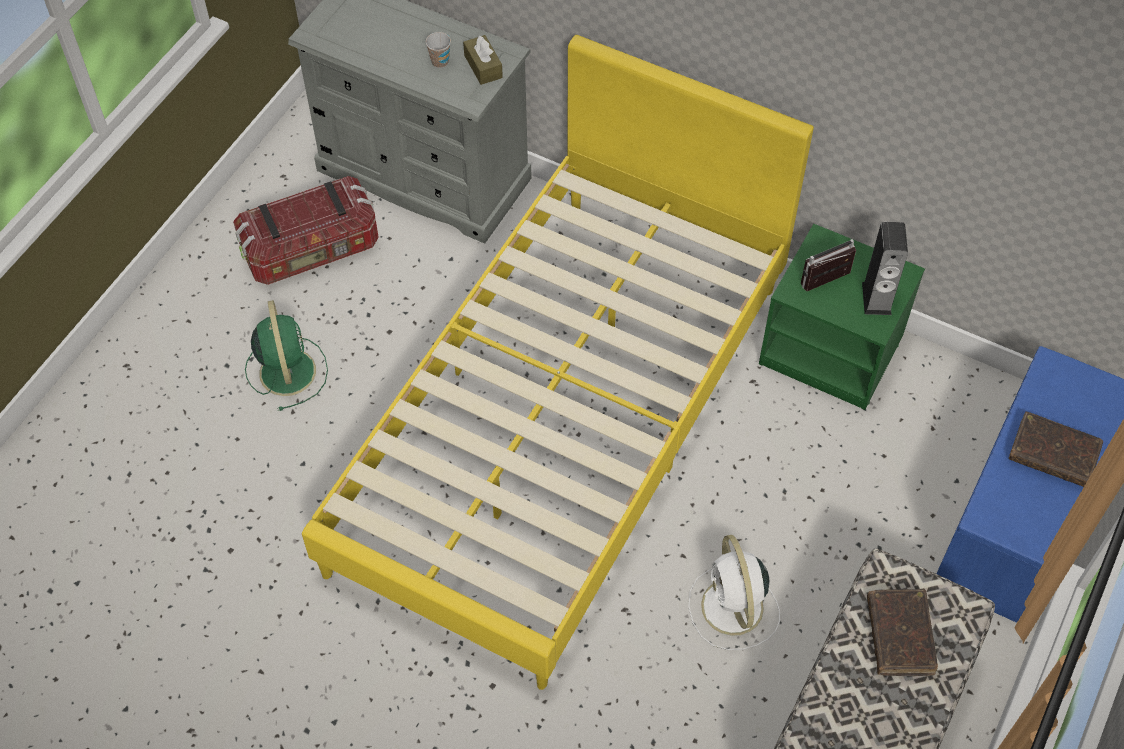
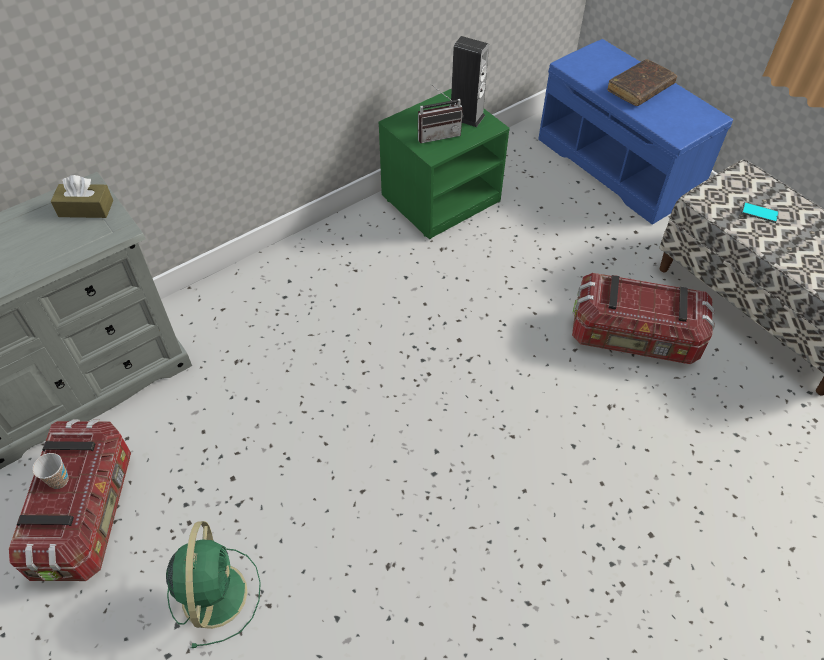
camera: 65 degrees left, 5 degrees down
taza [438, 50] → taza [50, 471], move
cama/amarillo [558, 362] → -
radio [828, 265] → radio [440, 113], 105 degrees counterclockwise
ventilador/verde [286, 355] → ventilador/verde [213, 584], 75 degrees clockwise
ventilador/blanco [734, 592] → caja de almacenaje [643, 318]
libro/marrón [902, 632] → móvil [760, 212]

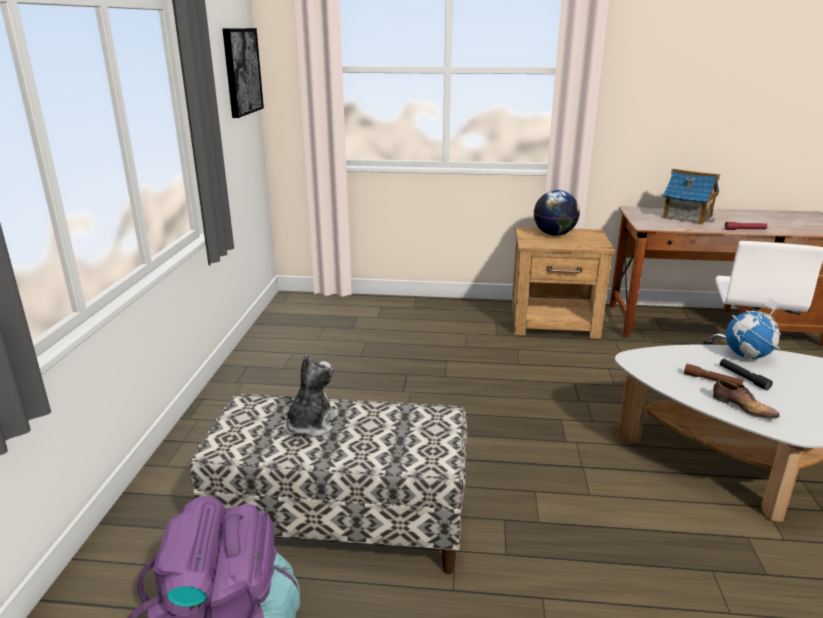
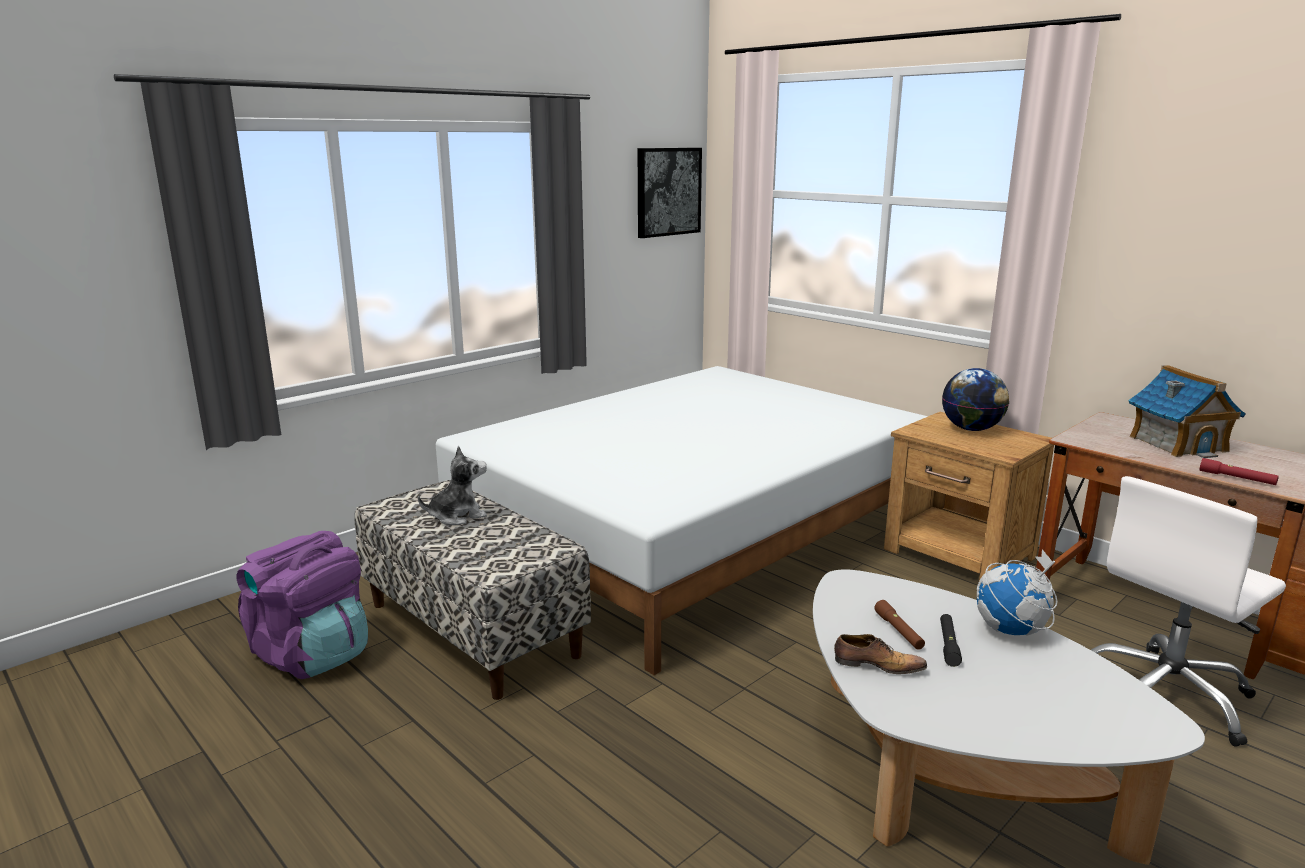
camera: 40 degrees right, 5 degrees down
zapato [746, 399] → zapato [880, 654], 75 degrees counterclockwise
- → cama/blanco [682, 520]

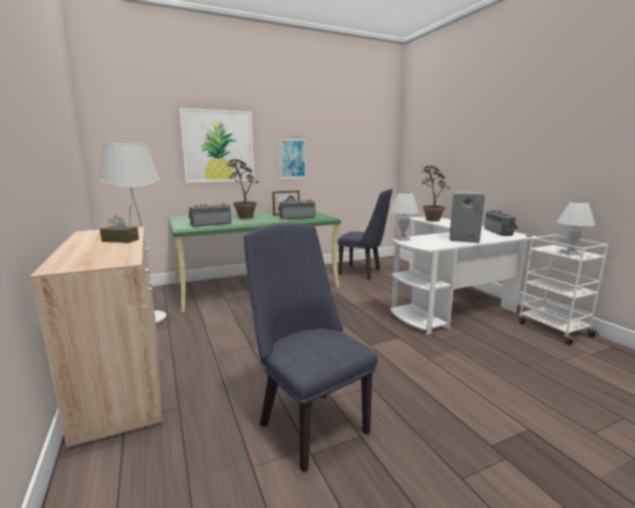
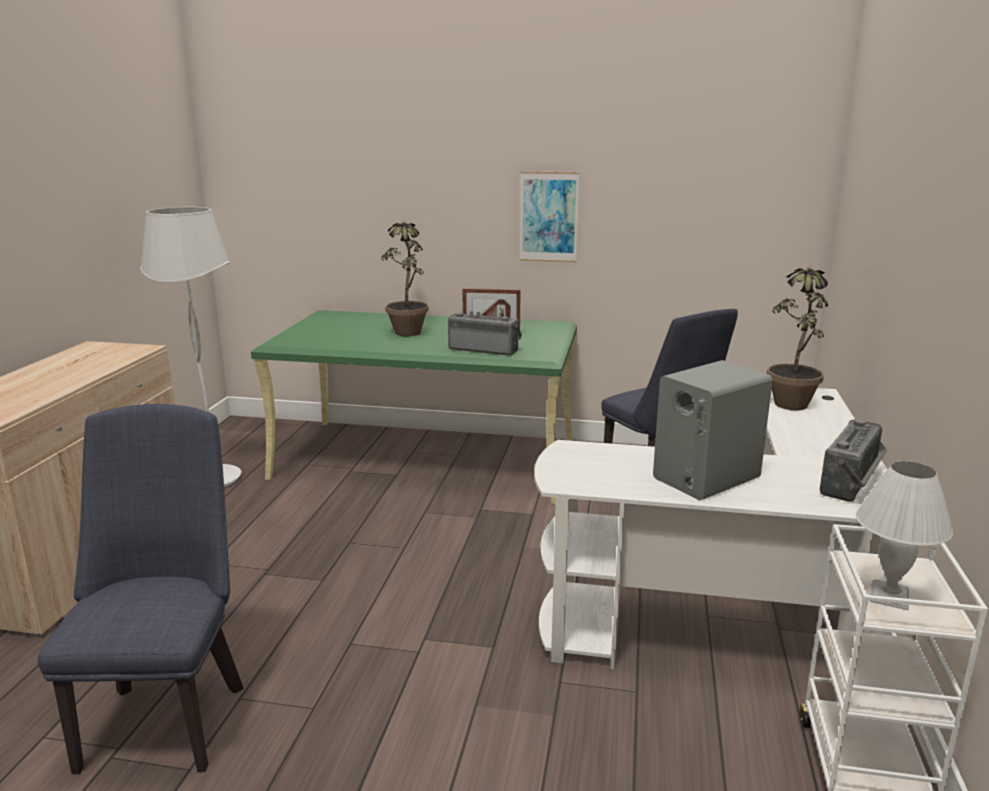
camera: 35 degrees right, 5 degrees up
cuadro [216, 145] → -
lámpara de mesa/blanco [404, 216] → -
radio [210, 215] → -
caja de pañuelos/marrón [119, 229] → -

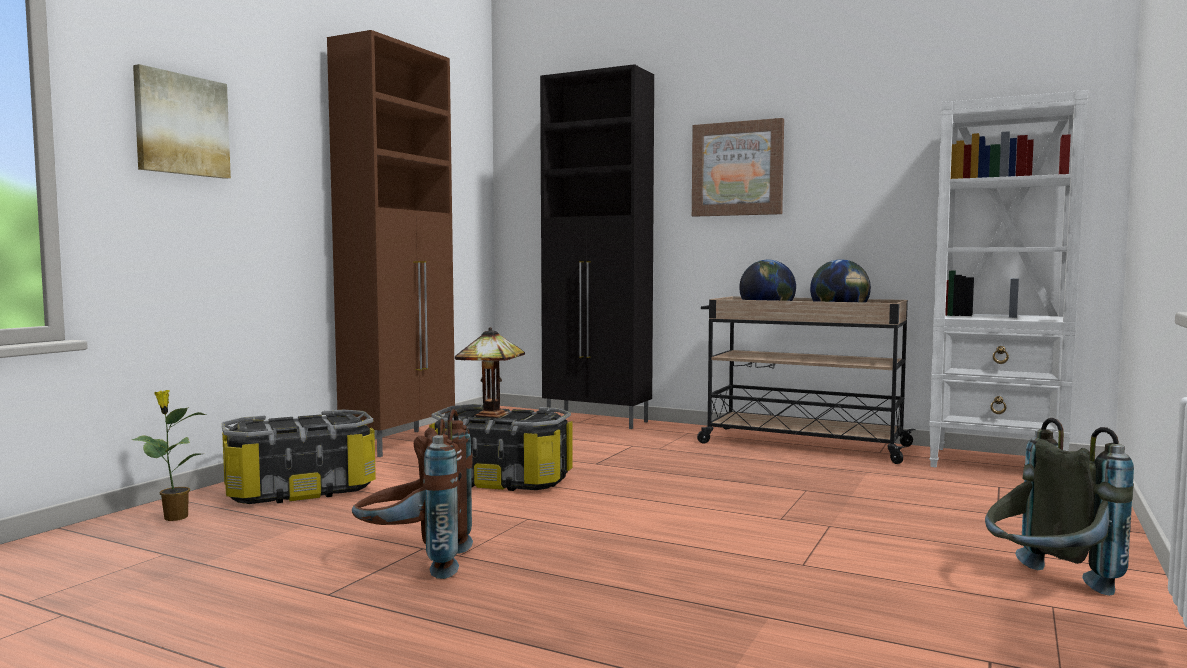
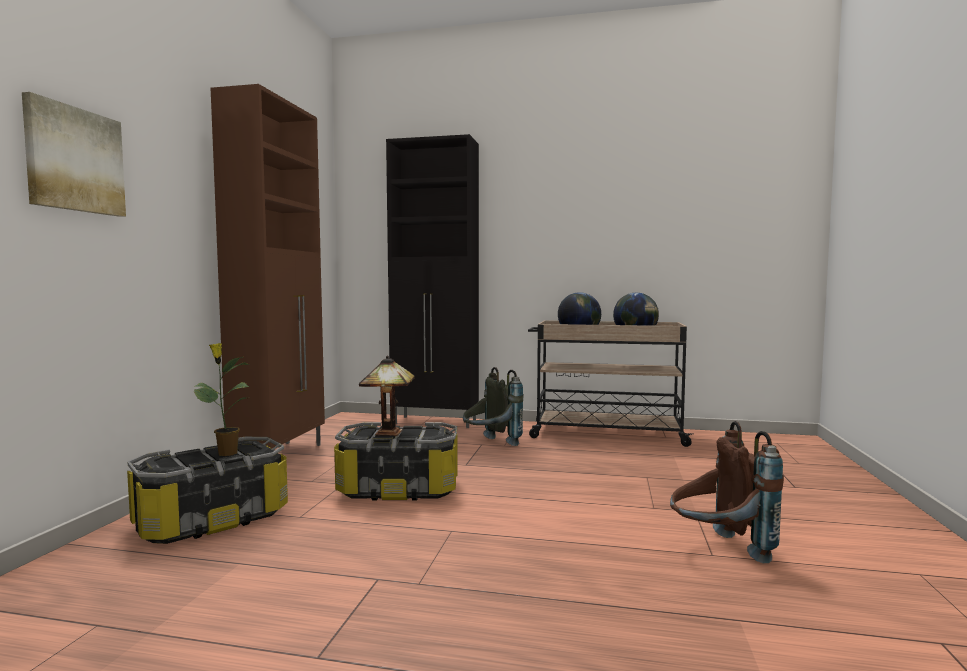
camera: 15 degrees left, 0 degrees up
estantería/blanco [1008, 278] → -
cuadro [738, 167] → -
planta en maceta [169, 455] → planta en maceta [222, 399], move
mochila/marrón [412, 494] → mochila/marrón [727, 492], move
mochila/gris [1059, 507] → mochila/gris [493, 406], move

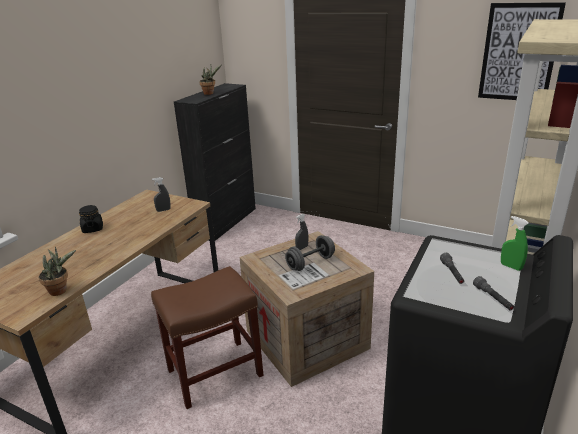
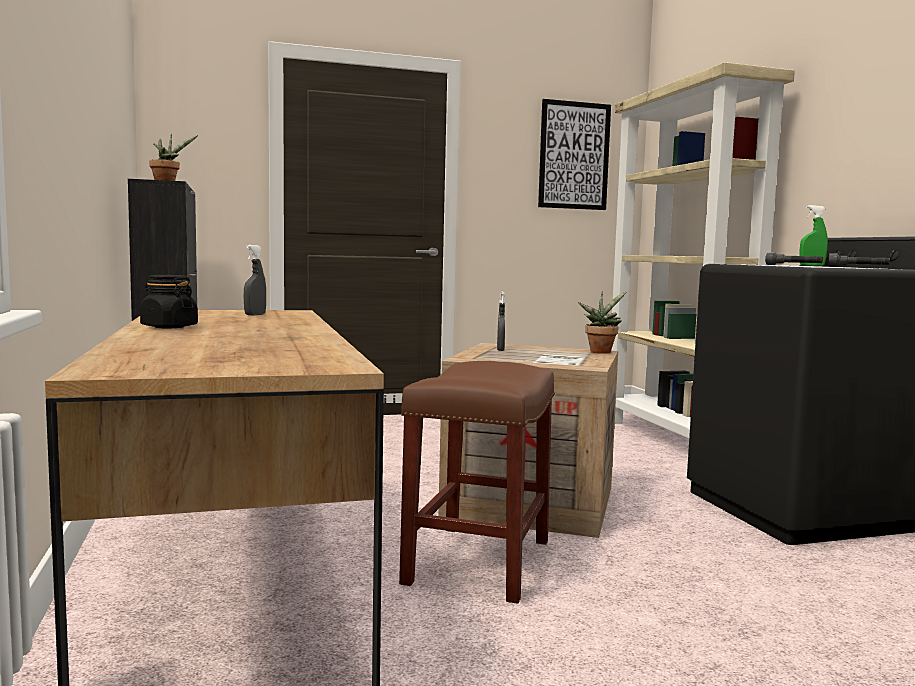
camera: 45 degrees left, 20 degrees down
mancuerna/gris [310, 253] → -
planta en maceta [57, 271] → planta en maceta [602, 323], move

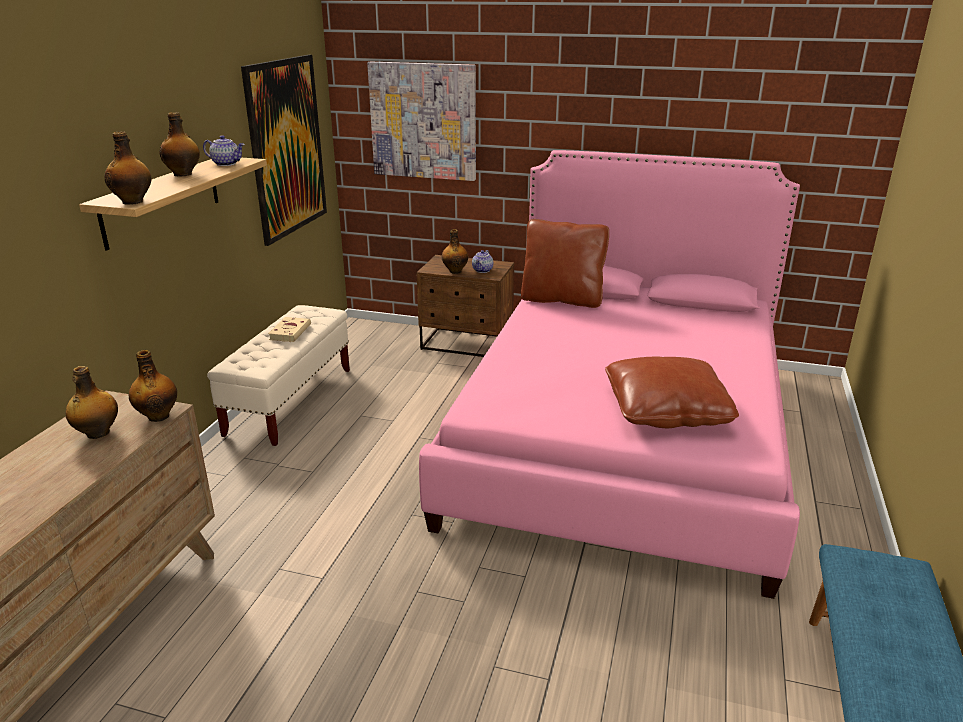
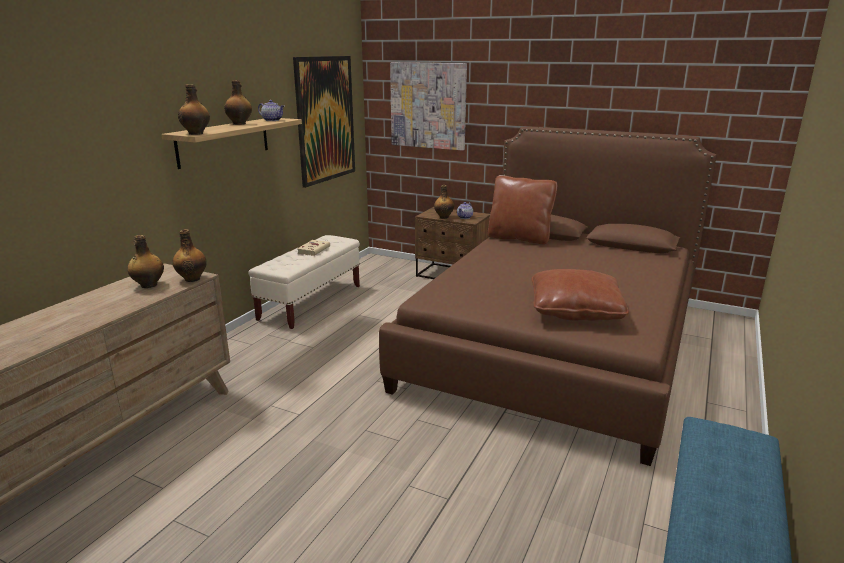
camera: 10 degrees right, 5 degrees down
cama/rosa [609, 374] → cama/marrón [548, 296]

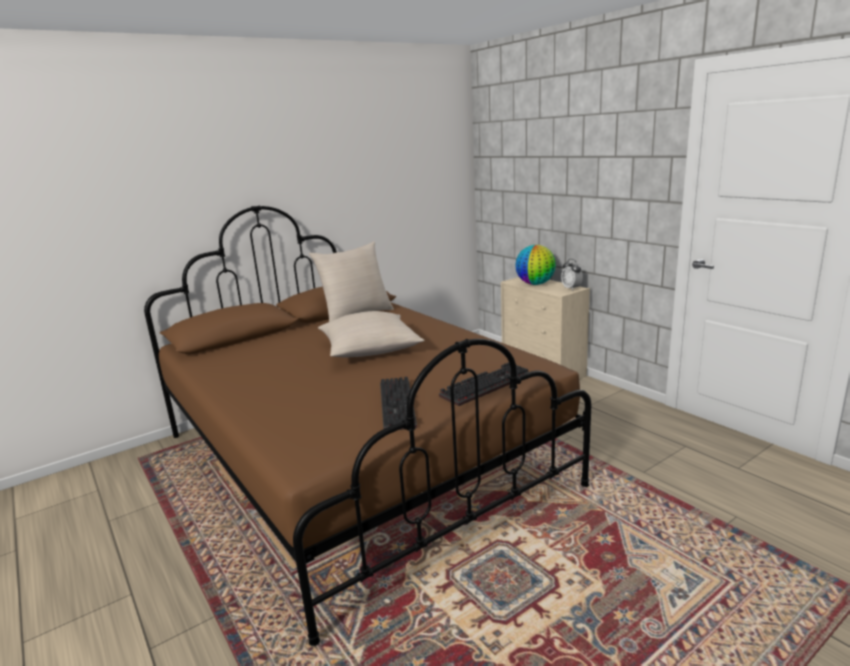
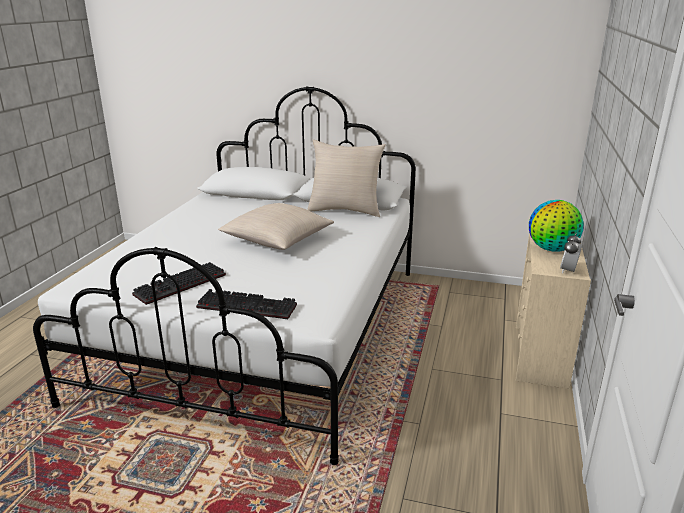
camera: 50 degrees right, 5 degrees up
cama/marrón [367, 425] → cama/blanco [224, 275]

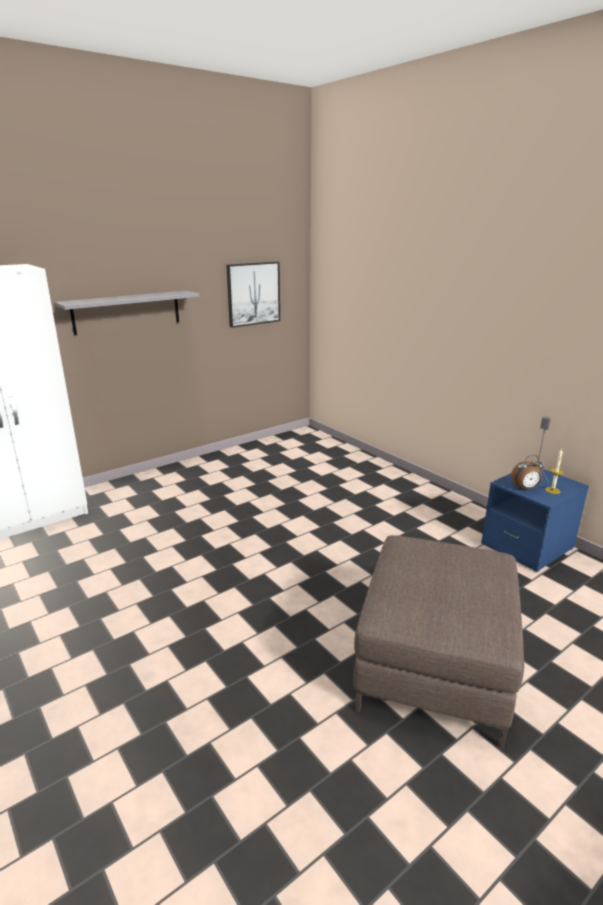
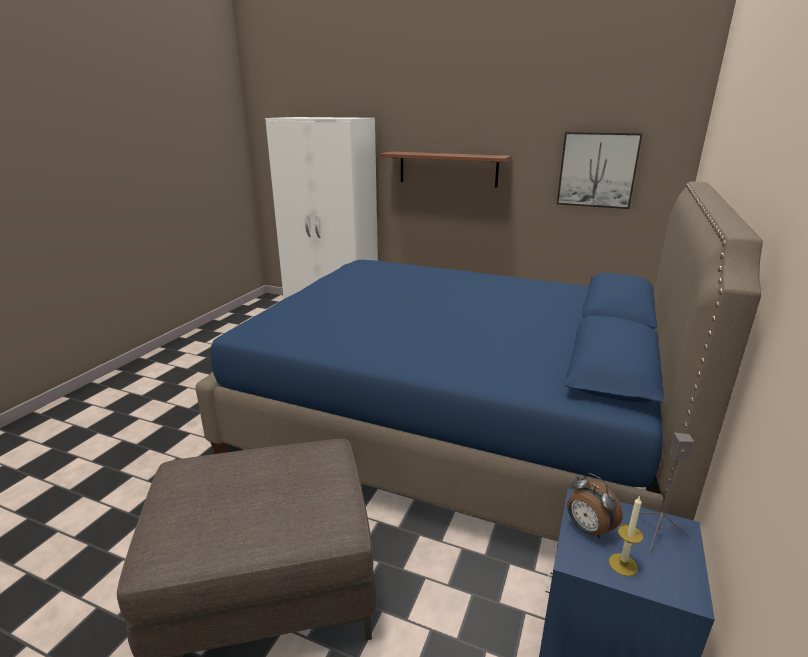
camera: 60 degrees right, 0 degrees up
estante/gris [127, 312] → estante/marrón [445, 170]
- → cama/azul [479, 361]

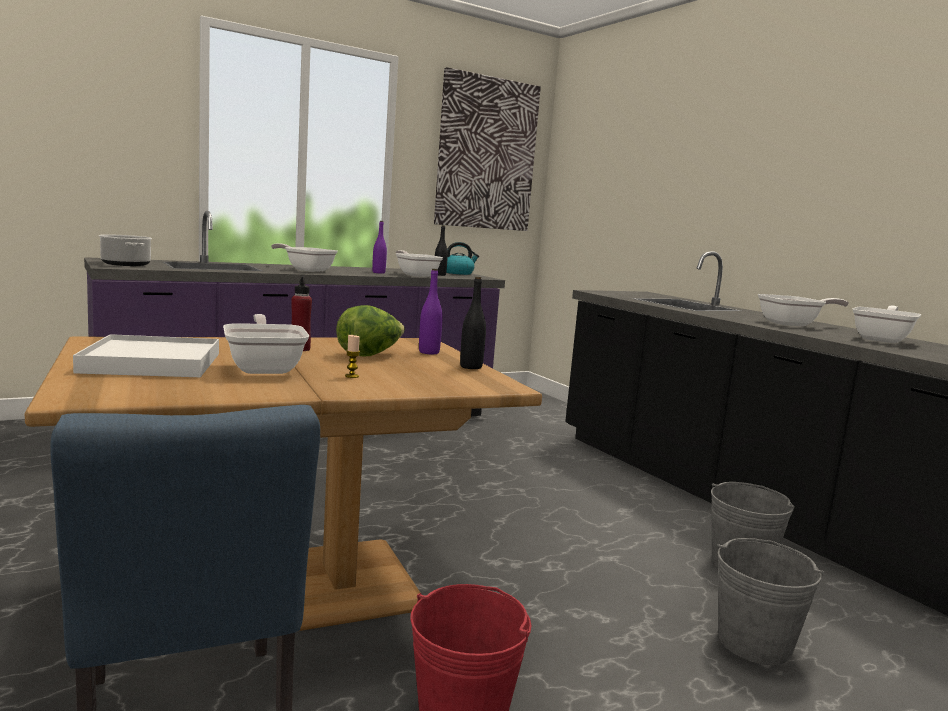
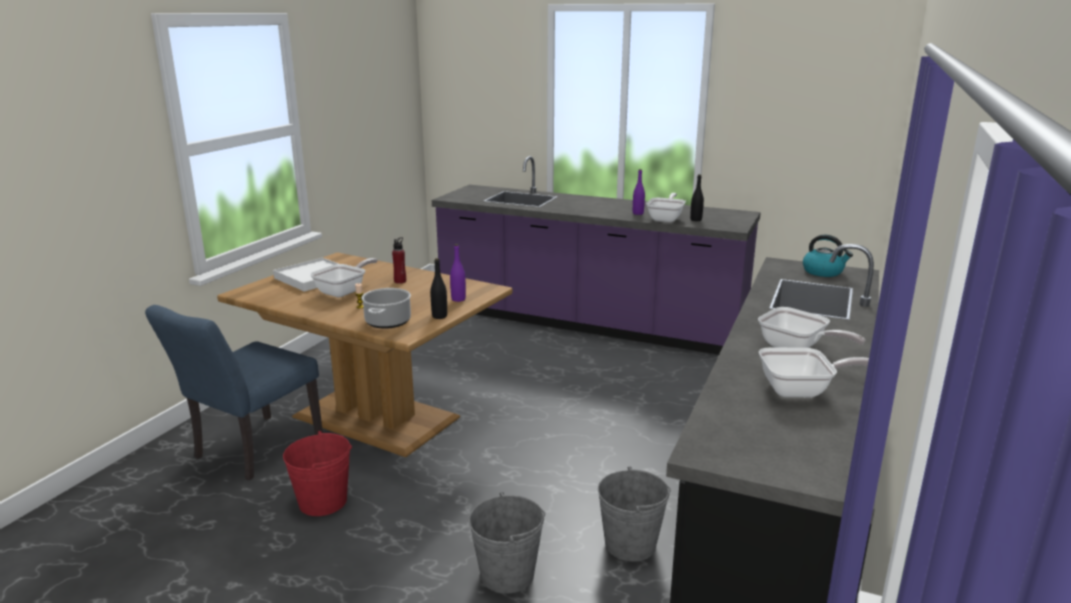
camera: 55 degrees right, 10 degrees up
cuadro [487, 149] → -
olla [125, 250] → olla [386, 308], move
hervidor [462, 258] → hervidor [828, 256], move
sartén [304, 257] → -
lechuga [370, 330] → -

